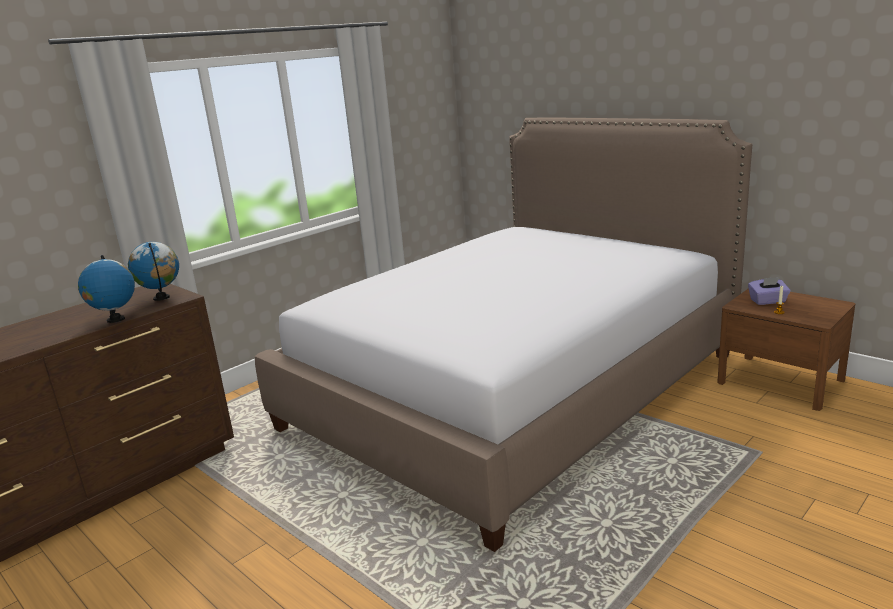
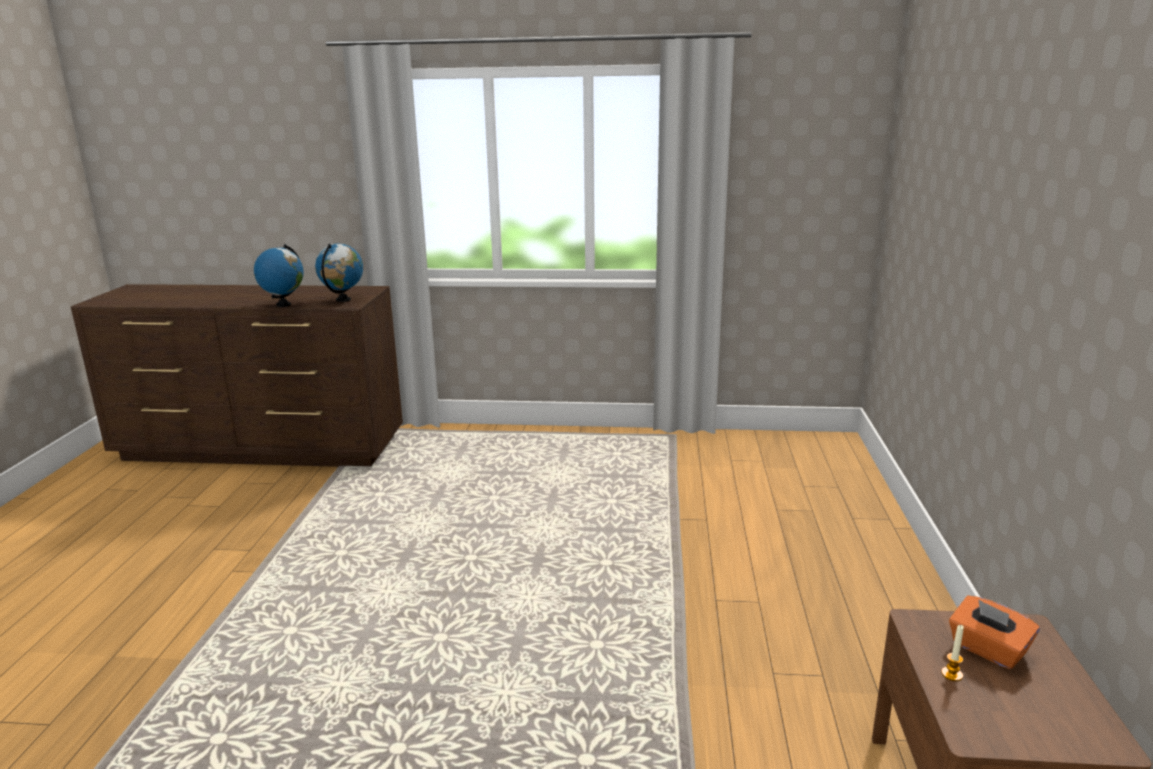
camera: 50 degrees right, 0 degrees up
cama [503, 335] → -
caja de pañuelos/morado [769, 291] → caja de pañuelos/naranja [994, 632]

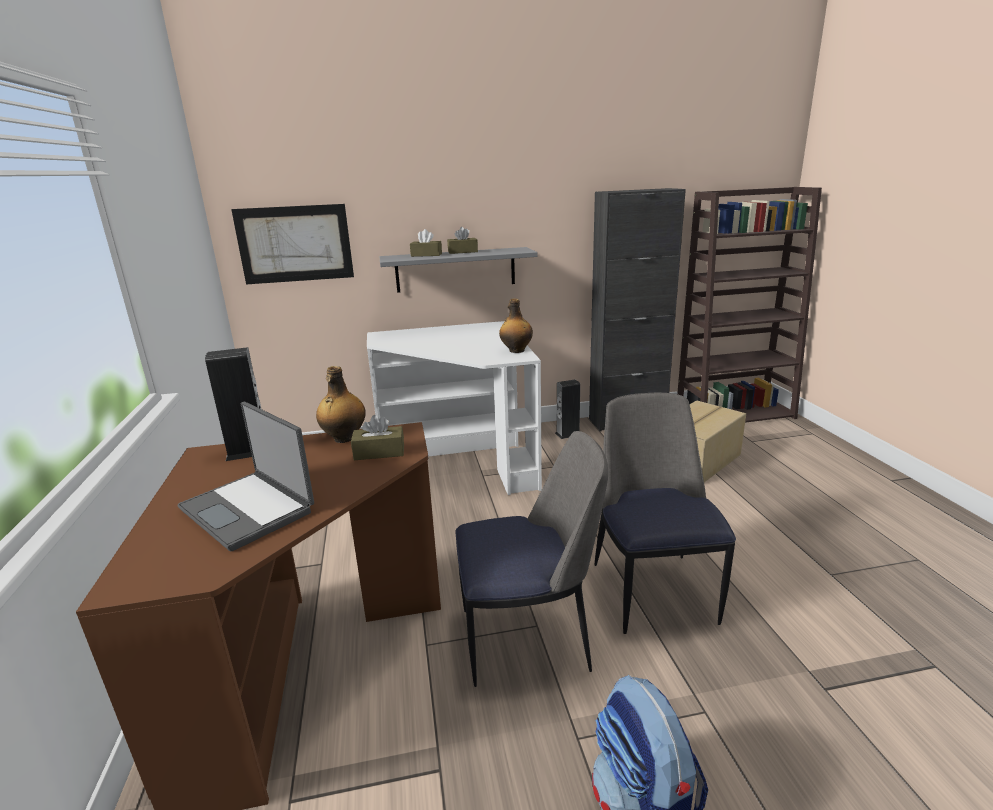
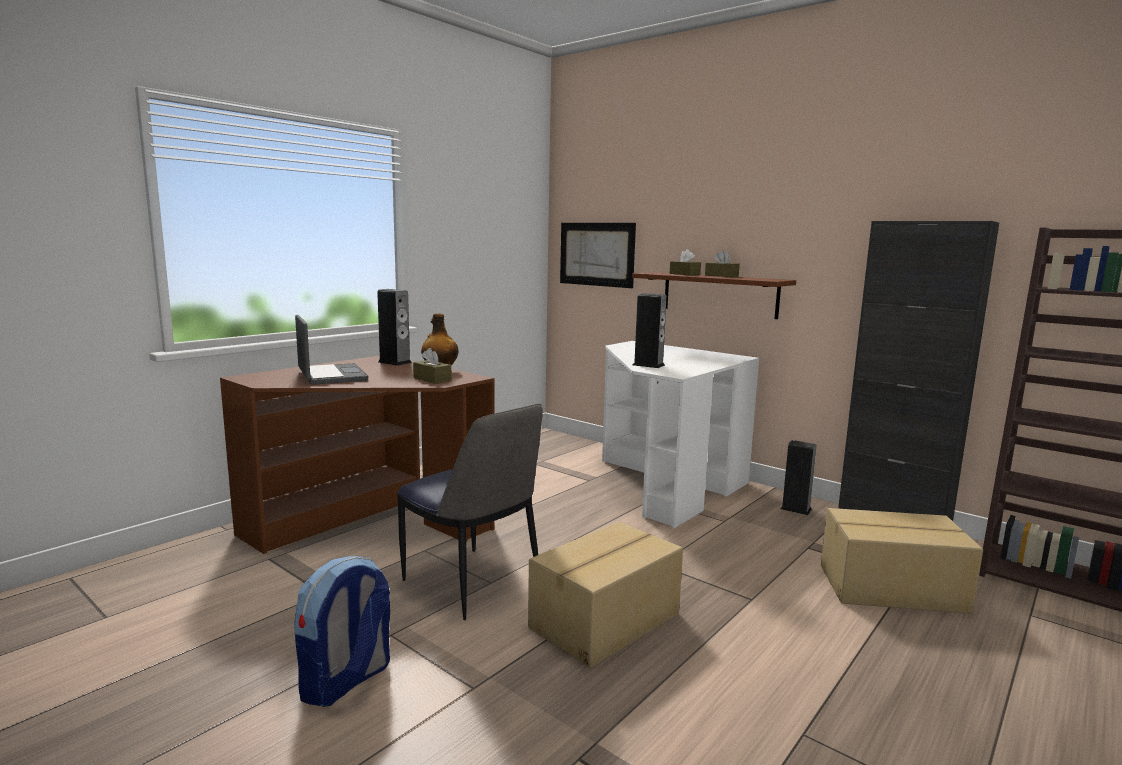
camera: 50 degrees right, 10 degrees down
estante/gris [459, 270] → estante/marrón [714, 295]
botella [516, 326] → -
silla [665, 513] → caja de cartón [605, 594]
portátil [246, 476] → portátil [332, 350], 150 degrees clockwise
- → altavoz [650, 330]

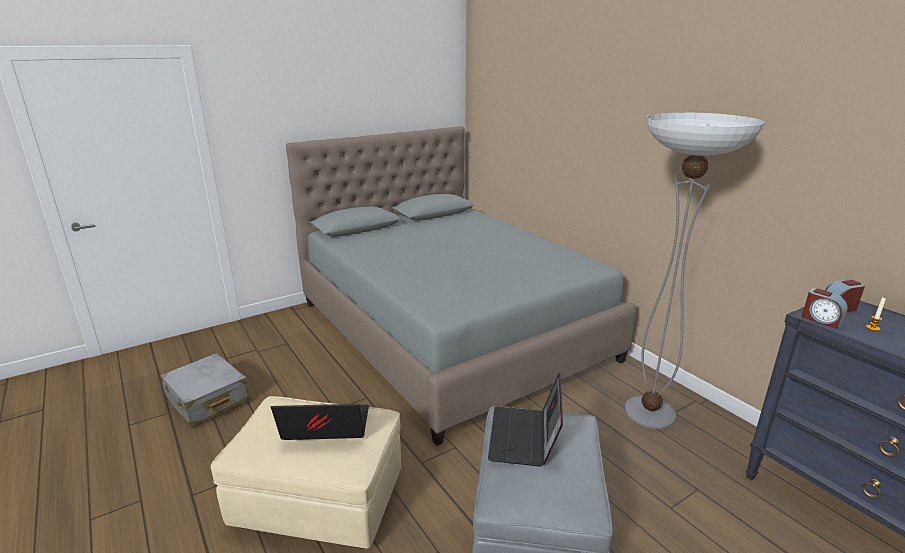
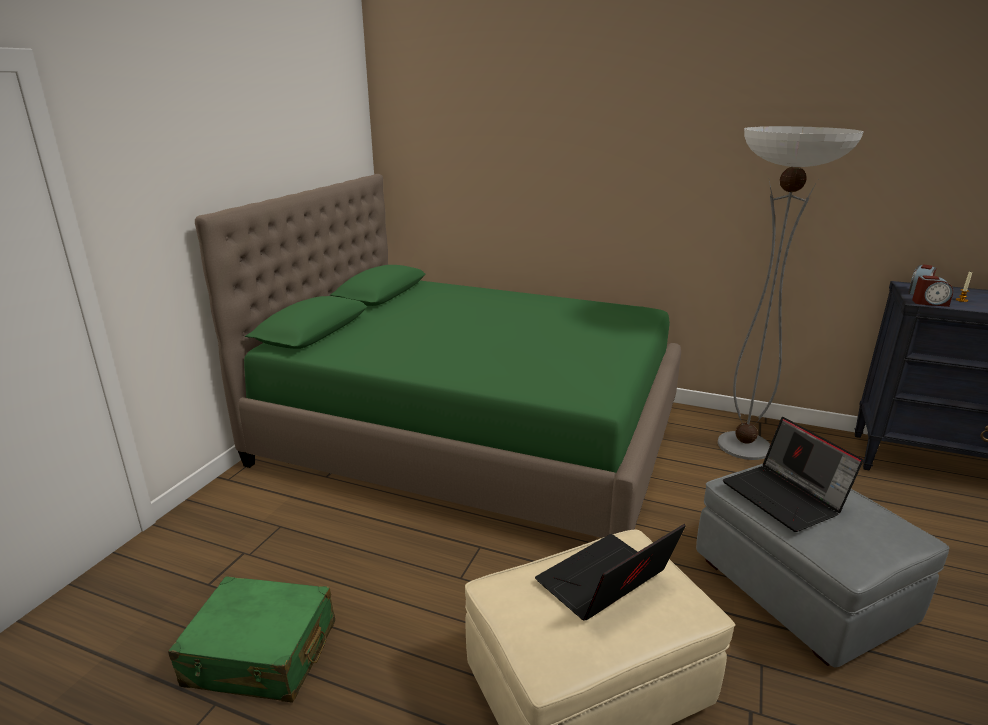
camera: 35 degrees left, 0 degrees up
cama/gris [461, 286] → cama/verde [438, 356]
maleta/gris [205, 390] → maleta/verde [251, 639]

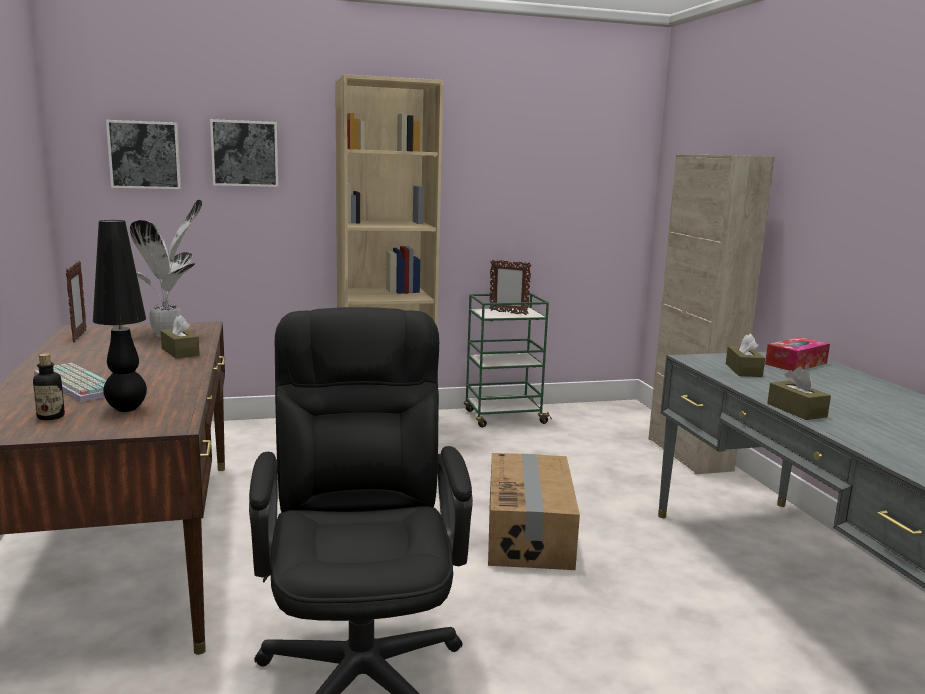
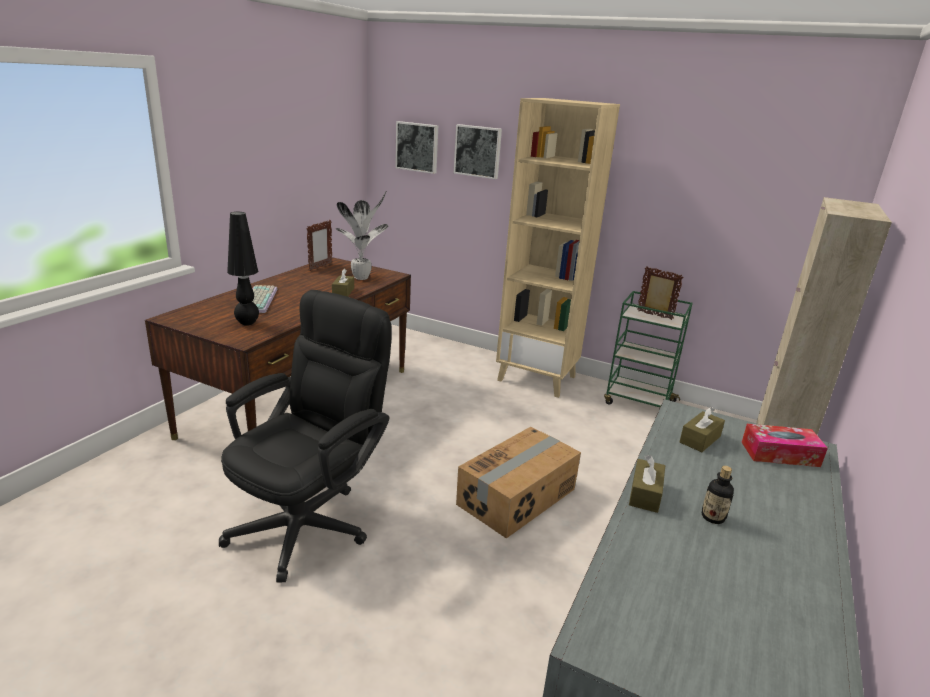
camera: 40 degrees right, 10 degrees up
portarretratos [510, 287] → portarretratos [660, 293], 150 degrees clockwise
botella [49, 386] → botella [718, 495], move

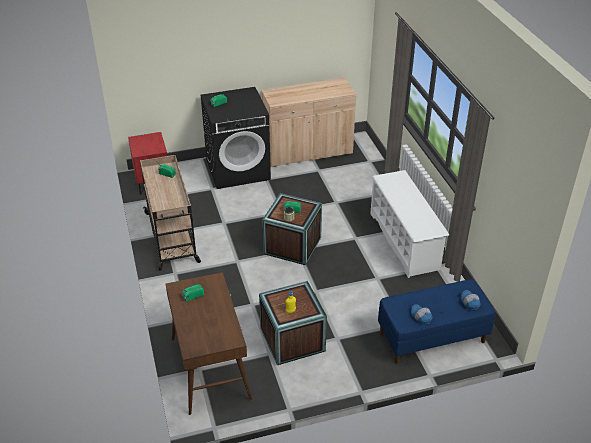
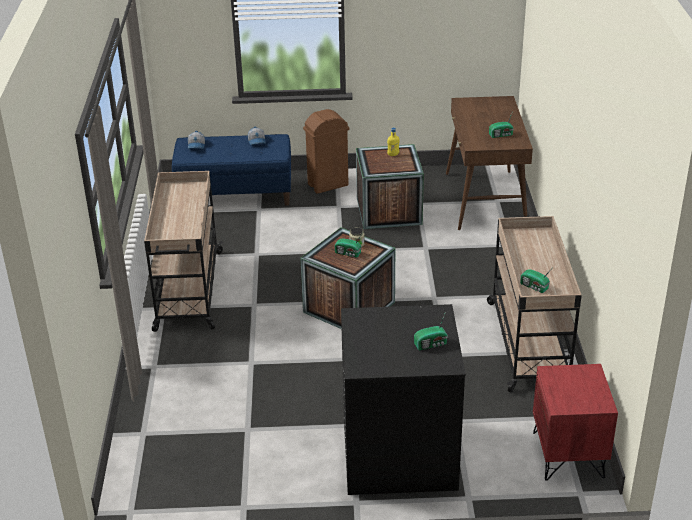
camera: 165 degrees left, 5 degrees down
armario/beis [308, 122] → -
zapatero/blanco [409, 224] → carrito/beis [183, 251]
- → papelera/marrón [326, 151]

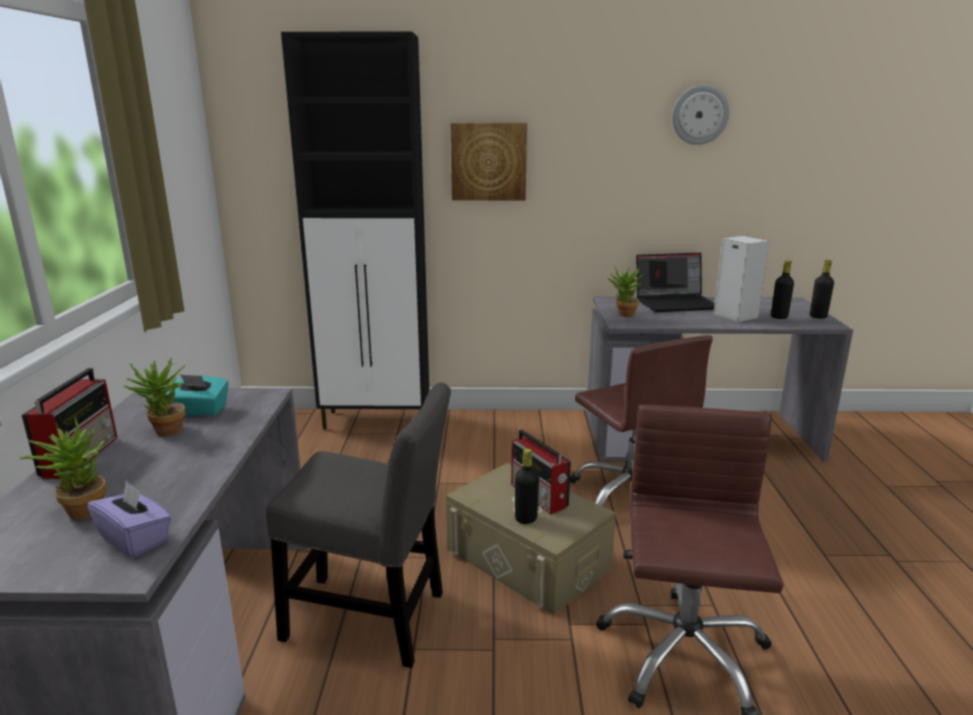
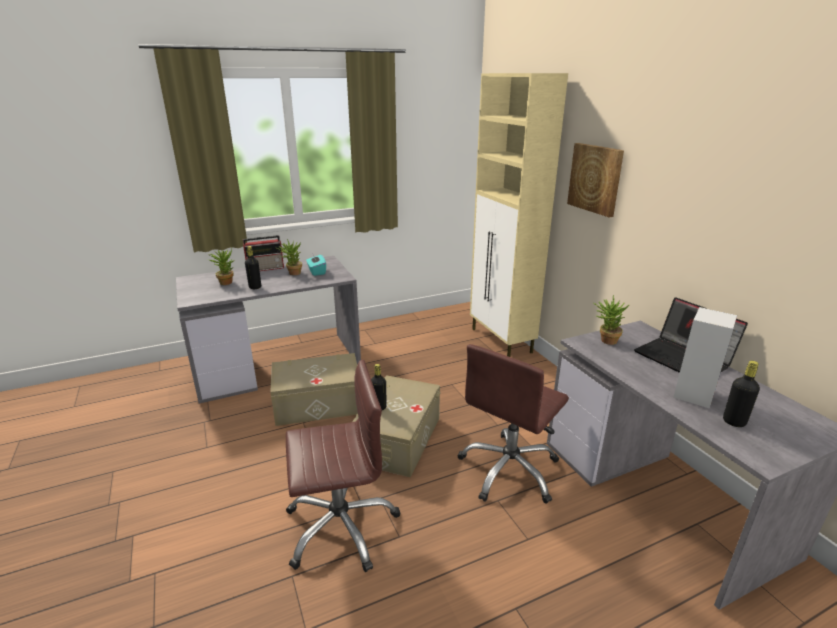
camera: 65 degrees right, 5 degrees up
armario/negro [355, 231] → armario/beis [519, 215]
reloj de pared [700, 115] → -
botella/negro [822, 289] → botella/negro [253, 267], move
silla/gris [358, 525] → caja de almacenaje/beis [314, 389]
radio [541, 472] → -
caja de pañuelos/morado [129, 519] → -

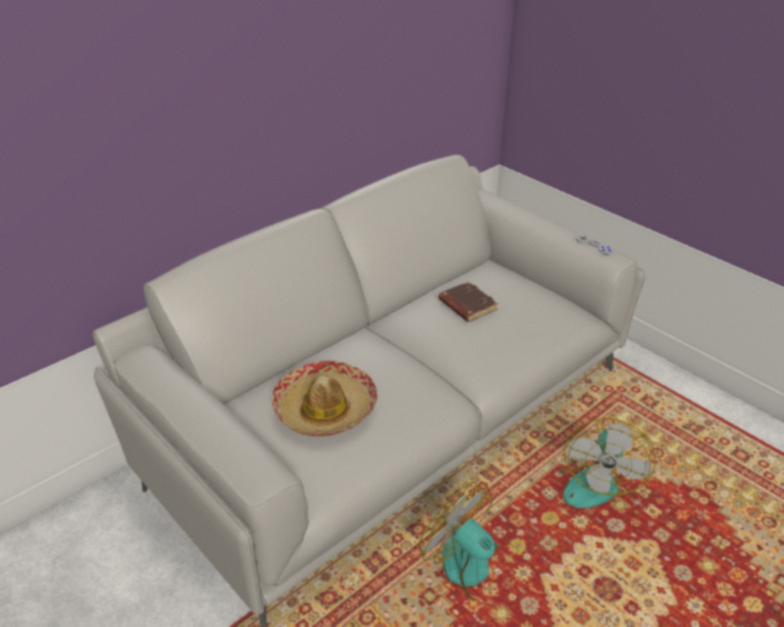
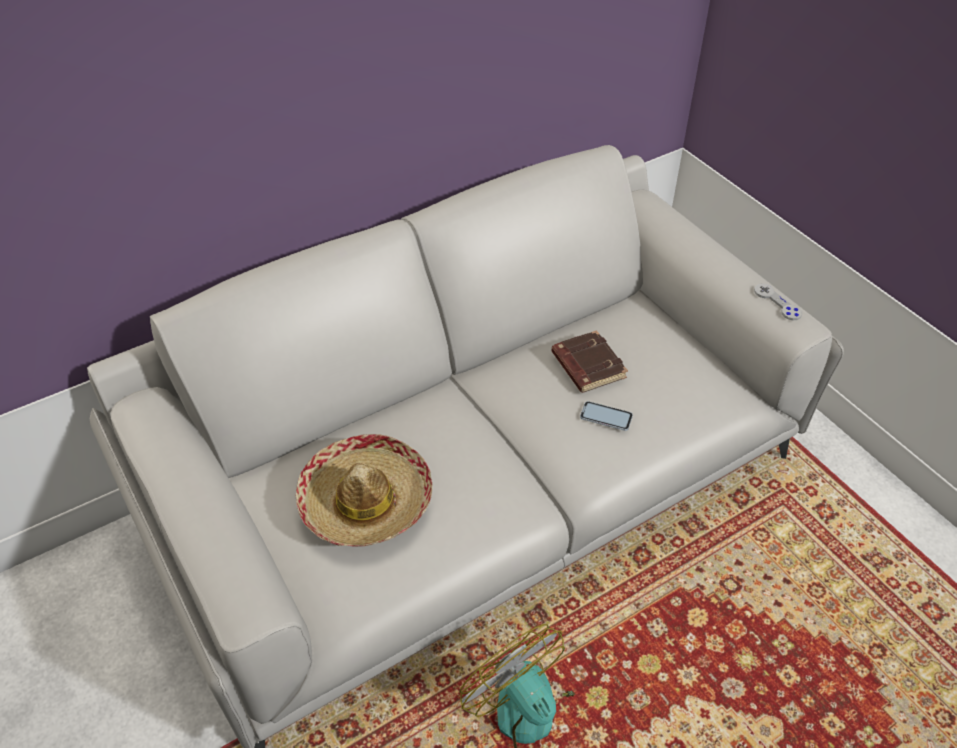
camera: 10 degrees right, 10 degrees up
ventilador [607, 463] → -
- → móvil [606, 416]

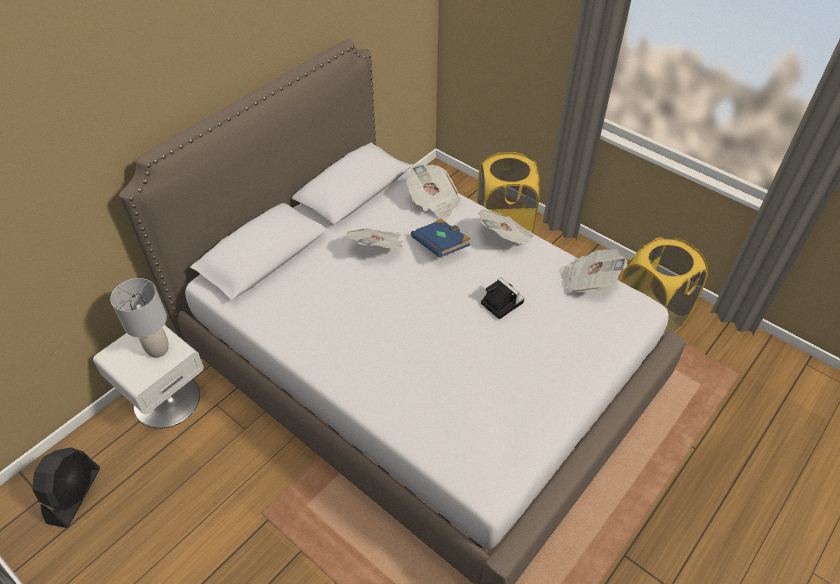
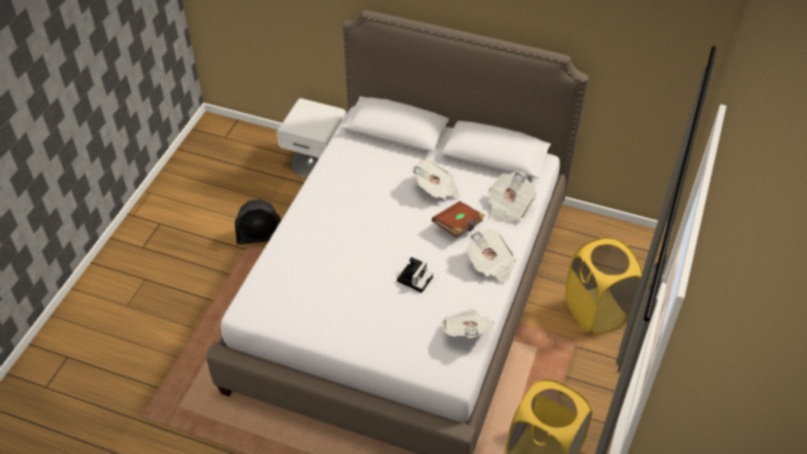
camera: 70 degrees right, 0 degrees up
libro/azul [440, 238] → libro/marrón [458, 219]
lámpara de mesa/gris [139, 318] → -
ventilador/negro [66, 487] → ventilador/negro [258, 221], move

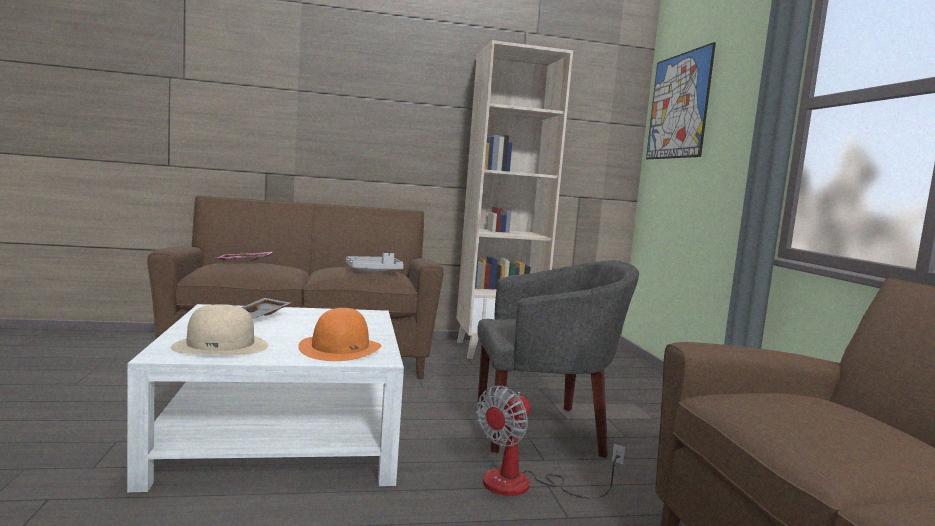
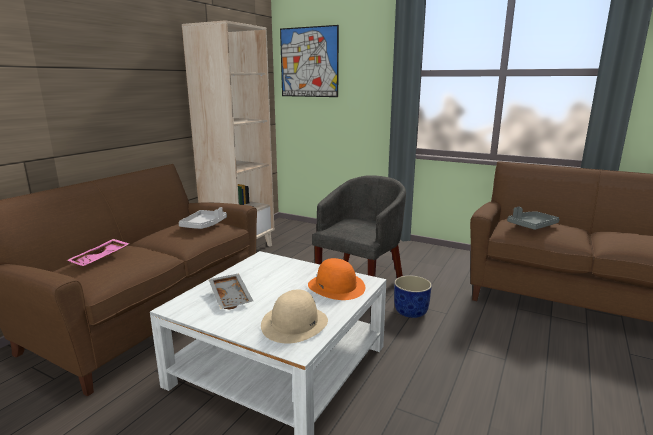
camera: 50 degrees left, 10 degrees up
ventilador [550, 442] → maceta/azul [413, 296]
- → bandeja/gris [533, 218]

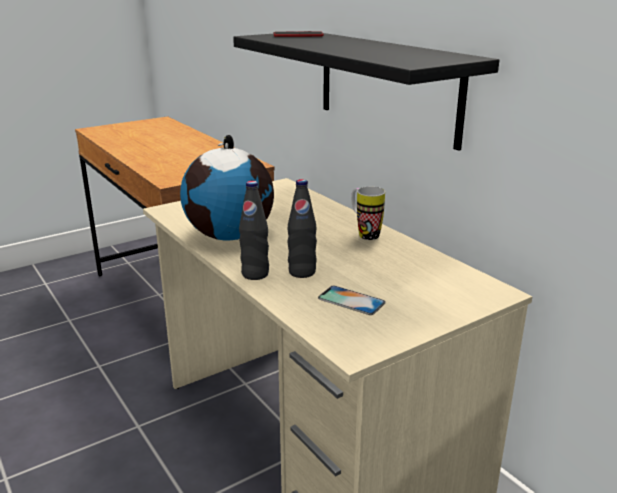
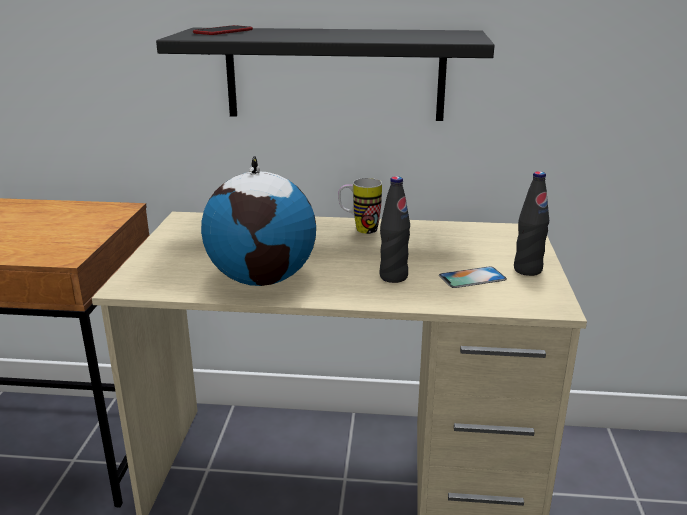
camera: 50 degrees left, 0 degrees up
botella/negro [254, 230] → botella/negro [531, 223], move

